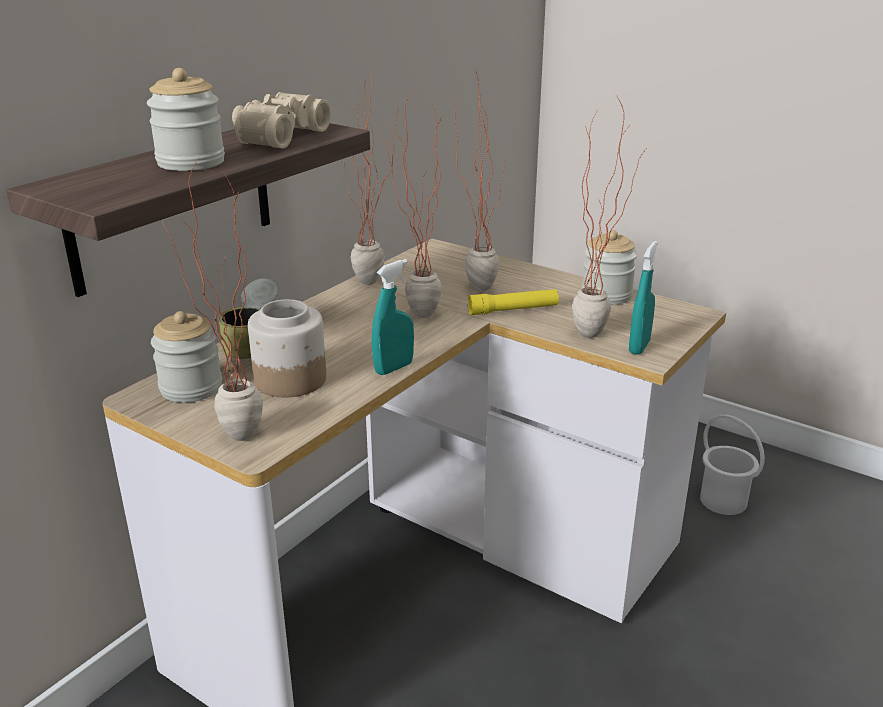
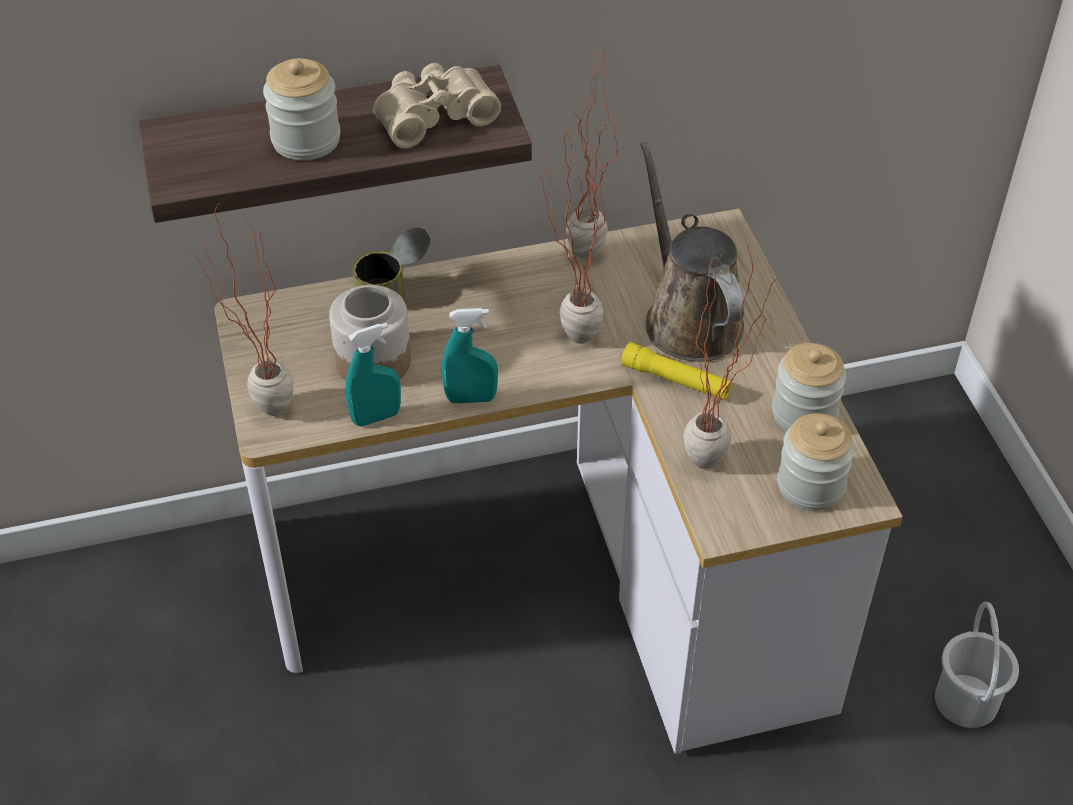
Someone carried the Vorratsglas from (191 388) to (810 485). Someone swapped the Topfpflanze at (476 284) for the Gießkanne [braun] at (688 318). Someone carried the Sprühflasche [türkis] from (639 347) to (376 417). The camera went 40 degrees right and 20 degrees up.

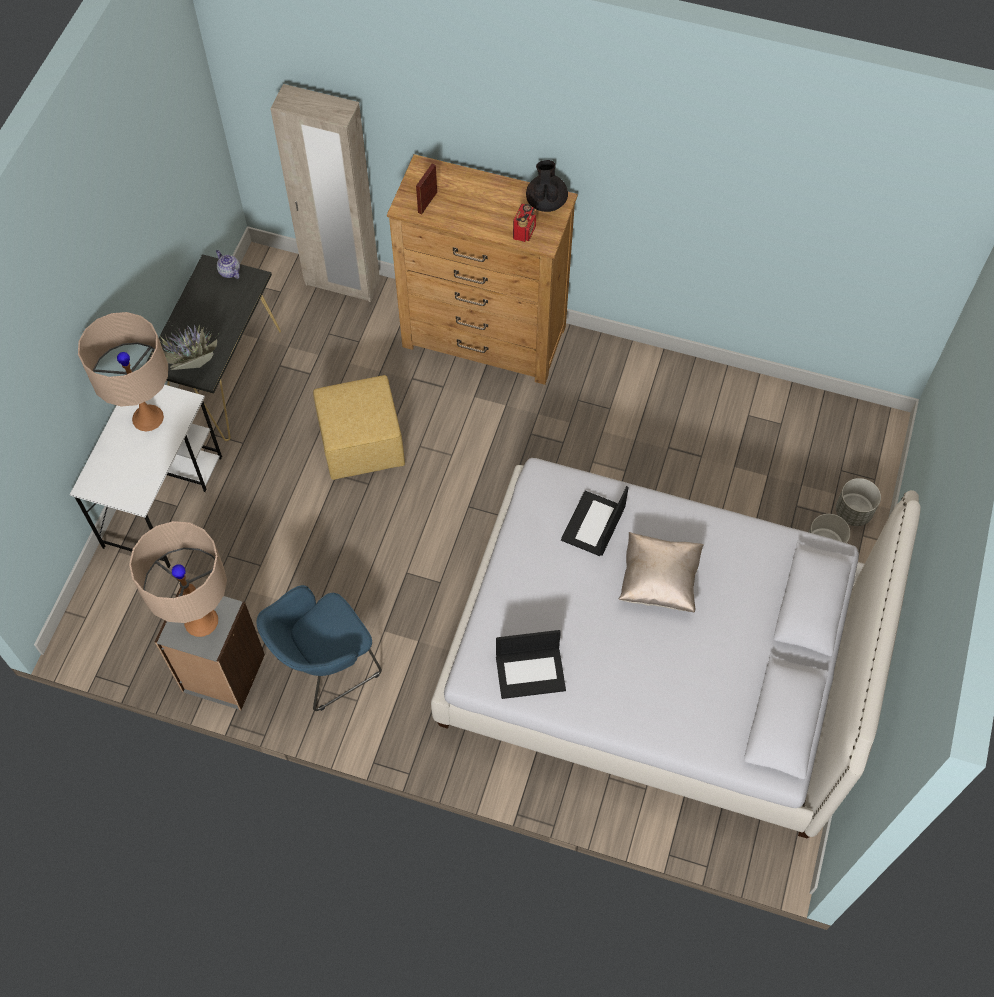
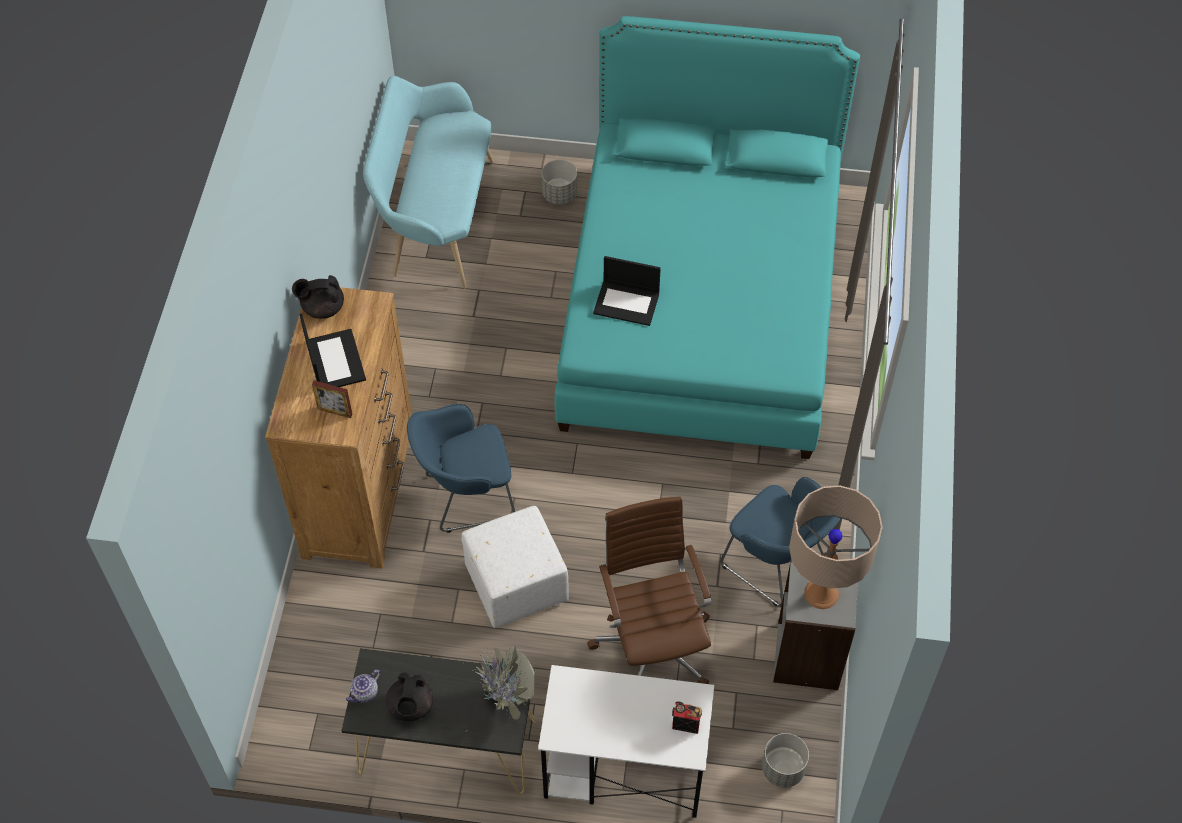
Someone took away the Tischlampe [beige] at (147 417). Someone took away the Kleiderschrank [beige] at (342 283). Someone repainted the Polsterhocker [gelb] at (362 443), which became the Polsterhocker [weiß] at (515 584). Someone repainted the Bett [weiß] at (656 660), which became the Bett [türkis] at (700 304). Someone carried the Laptop from (531 672) to (334 360). Someone carried the Radio from (524 232) to (685 723). Someone took away the Kissen [beige] at (659 581). Someone carried the Pflanzkübel [grau] from (853 512) to (783 769). Someone put down the Bank [türkis] at (436 219). Someone put down the Teekanne [schwarz] at (410 706). Someone put down the Sessel [blau] at (465 496). Someone put down the Bürostuhl [braun] at (653 644). The camera went 100 degrees left and 5 degrees down.

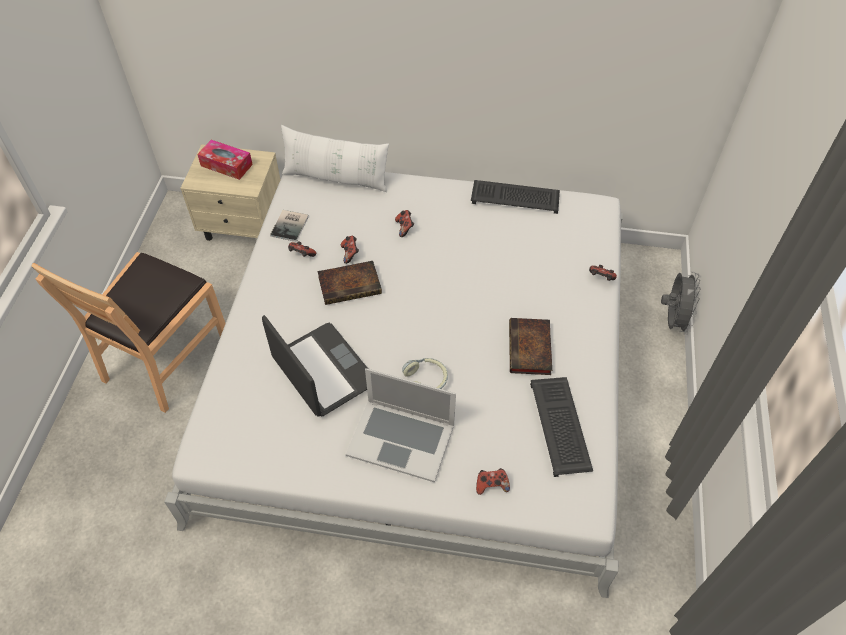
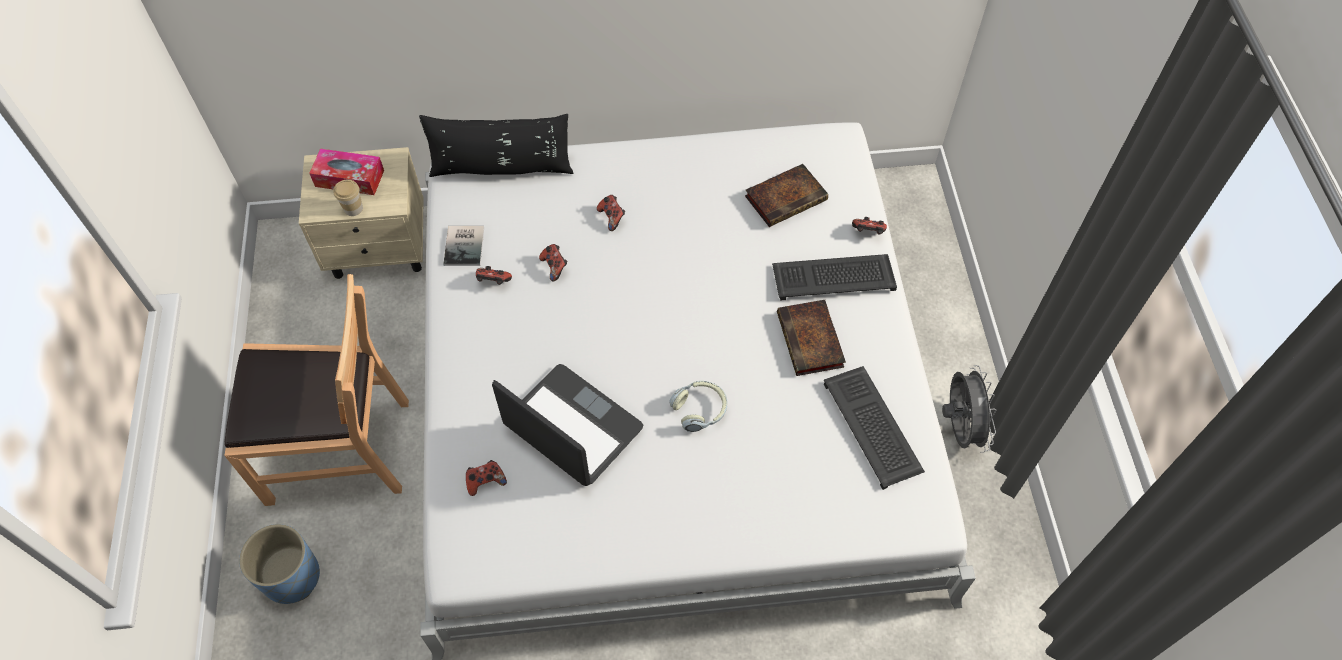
Someone rotated the Stuhl [braun] at (165 357) by 105 degrees counterclockwise. Someone repainted the Kissen [weiß] at (336 178), which became the Kissen [schwarz] at (502 167). Someone carried the Buch from (351 284) to (787 197). Someone took away the Laptop at (401 439). Someone carried the Tastatur from (516 197) to (834 277). Someone carried the Gamepad from (491 485) to (485 481). Someone carried the Ventilator [grau] from (672 320) to (959 428). Someone put down the Pflanzkübel [blau] at (291 576). Someone put down the Tasse at (353 208). The camera went 15 degrees left and 5 degrees up.

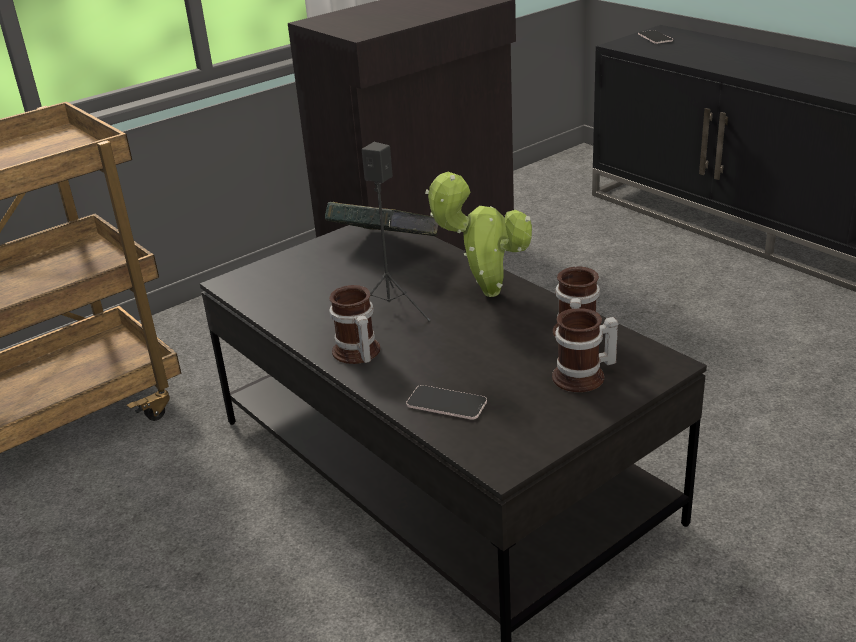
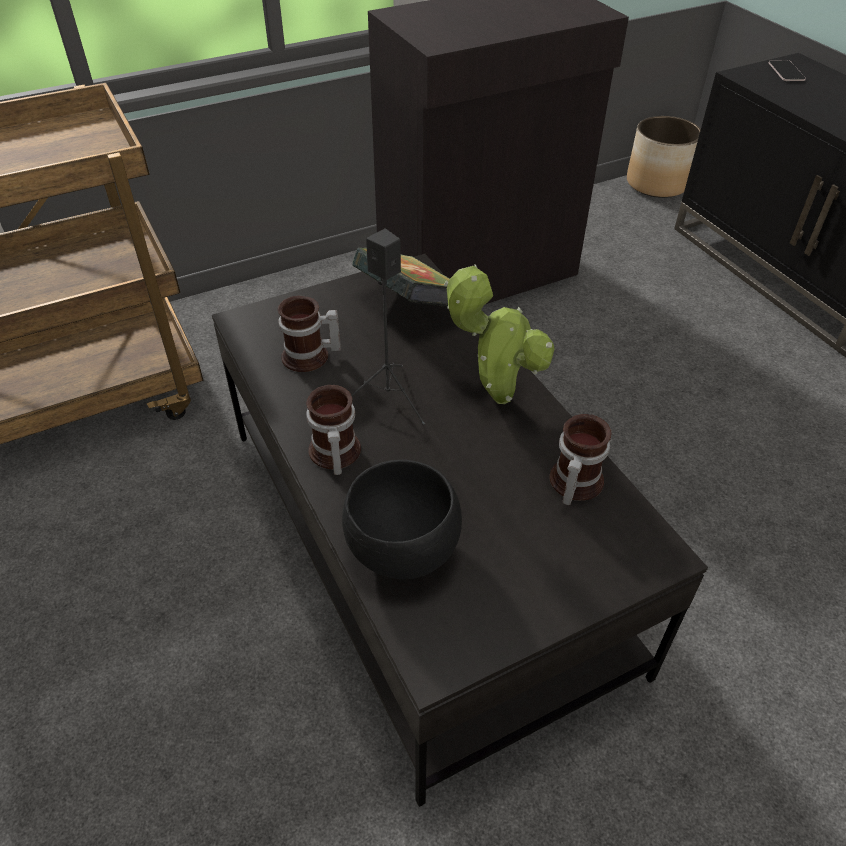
Someone swapped the Handy at (446 403) for the Schüssel [schwarz] at (403 553). Someone carried the Henkelbecher from (584 377) to (310 358). Someone put down the Pflanzkübel at (657 183). The camera went 10 degrees right and 15 degrees up.

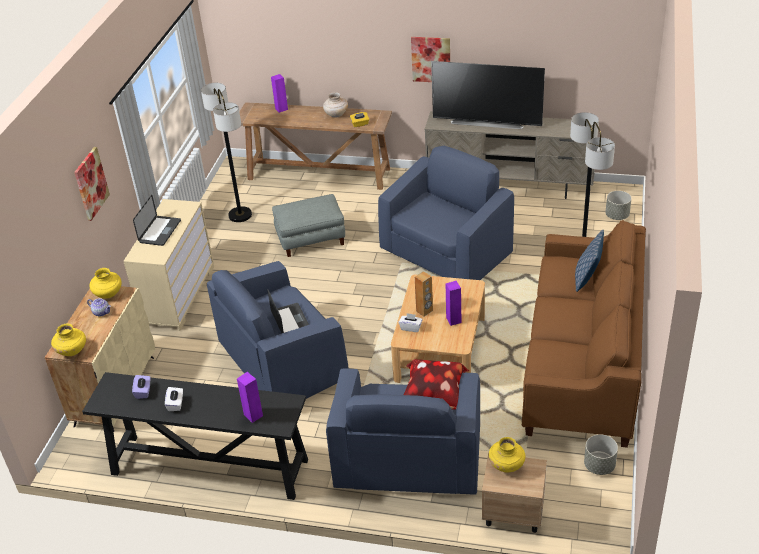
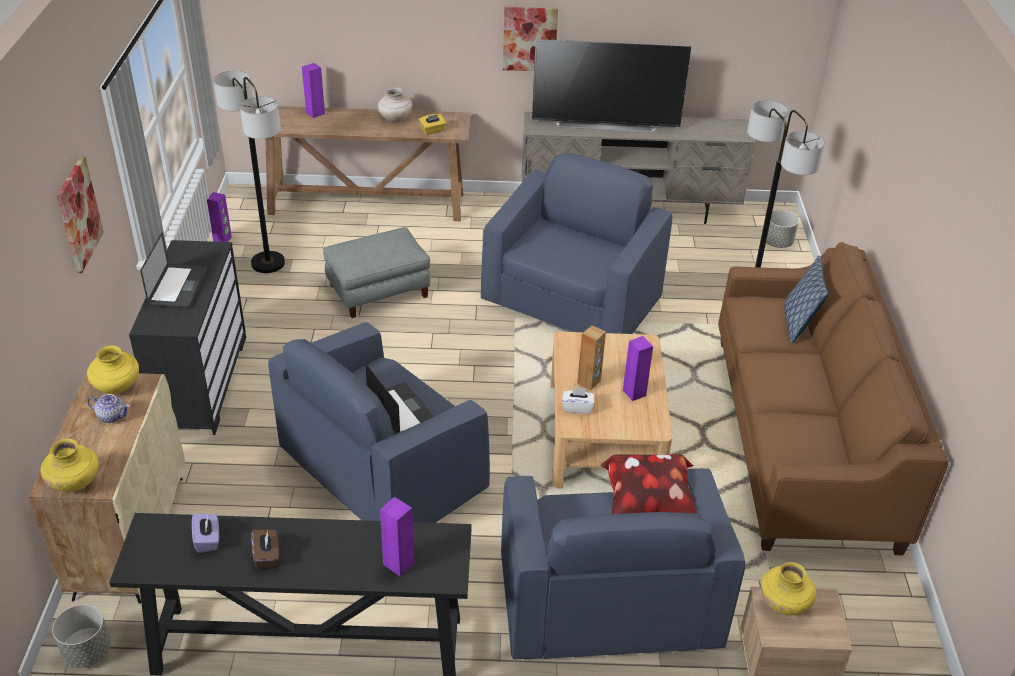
Someone repainted the Kommode [beige] at (178 295), which became the Kommode [schwarz] at (201 382). Someone repainted the Taschentuchbox [weiß] at (176 404), which became the Taschentuchbox [braun] at (267 556). Someone carried the Pflanzkübel [grau] from (599 466) to (87 651). Someone put down the Lautsprecher [lila] at (222 239). The camera went 15 degrees left and 0 degrees up.

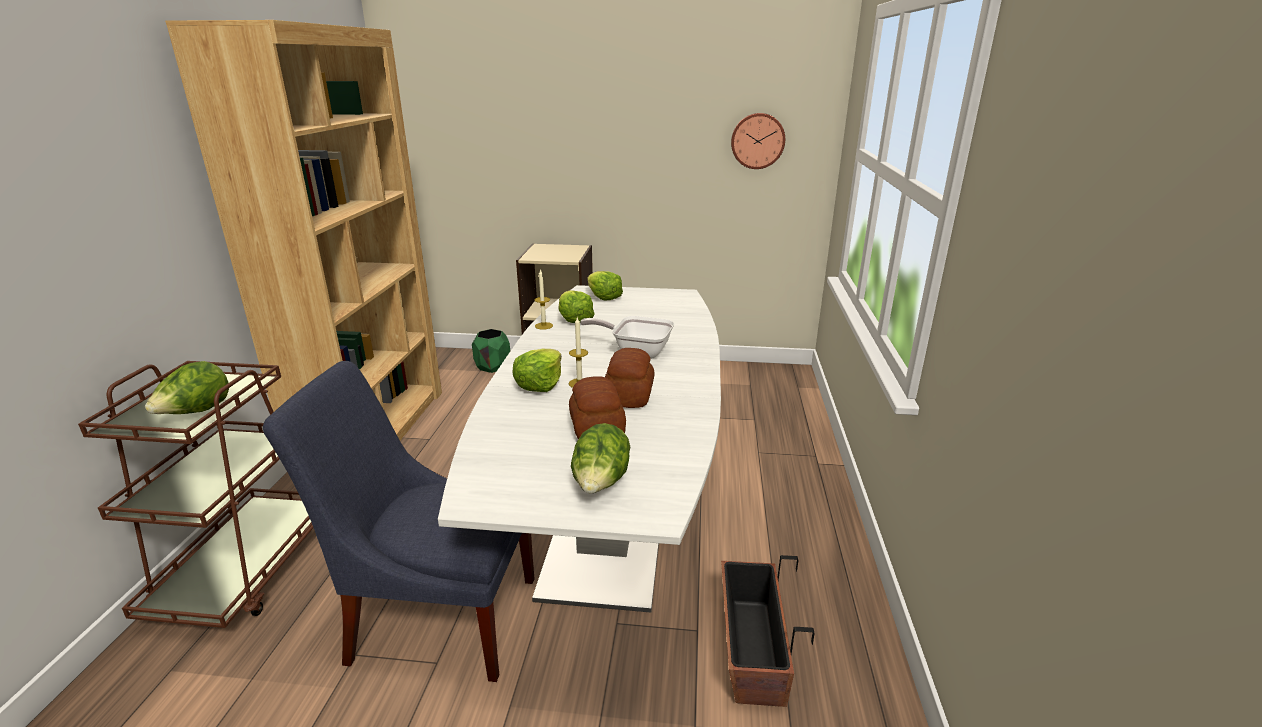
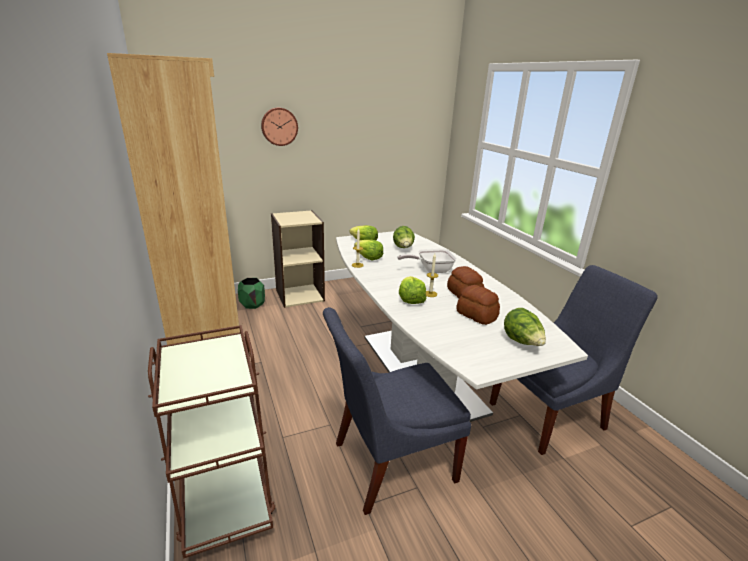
Someone carried the Salatkopf from (196 413) to (403 248). Someone swapped the Pflanzkübel at (752 650) for the Stuhl [blau] at (550 414). Someone carried the Wanduhr from (757 141) to (279 126). The camera went 30 degrees left and 0 degrees up.

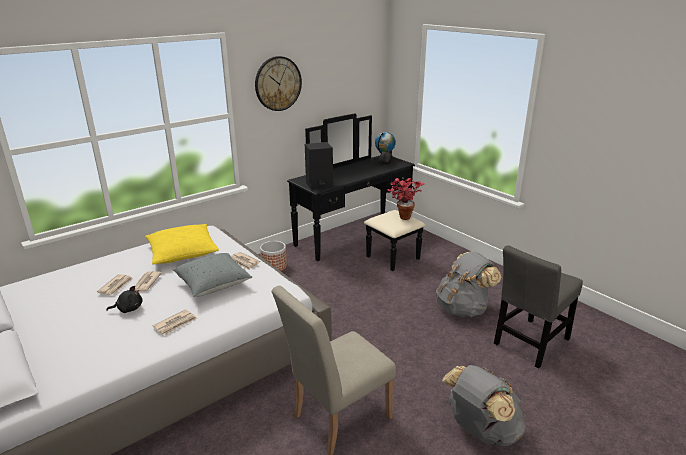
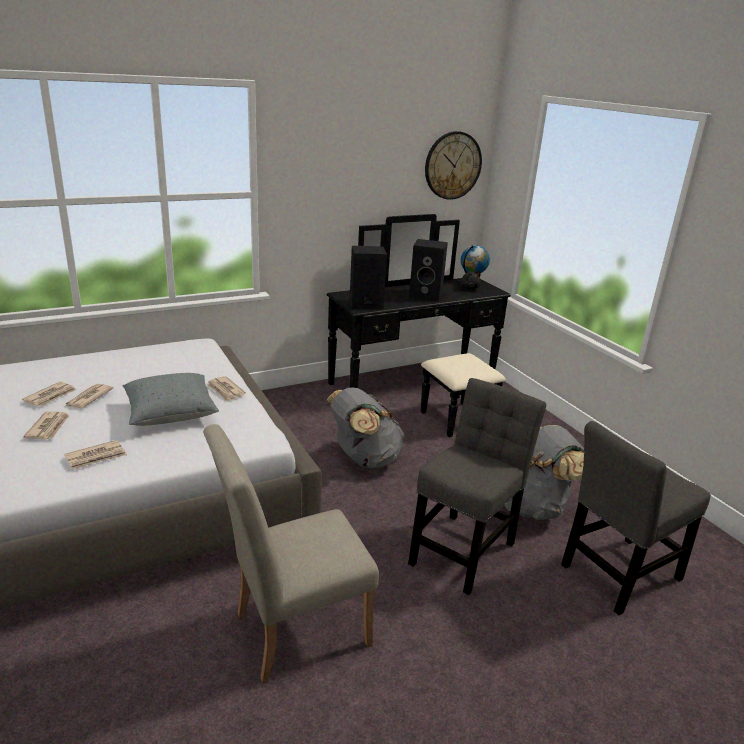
Someone swapped the Plüschtier [schwarz] at (128 309) for the Zeitung at (49 427). Someone took away the Kissen [gelb] at (182 251). Someone carried the Wanduhr from (278 83) to (452 165). Someone took away the Pflanzkübel at (274 266). Someone took away the Topfpflanze at (403 216). Someone carried the Rucksack [grau] from (480 430) to (364 459). Someone put down the Stuhl [grau] at (464 549). Someone put down the Lautsprecher [schwarz] at (426 295). The camera went 10 degrees right and 0 degrees up.

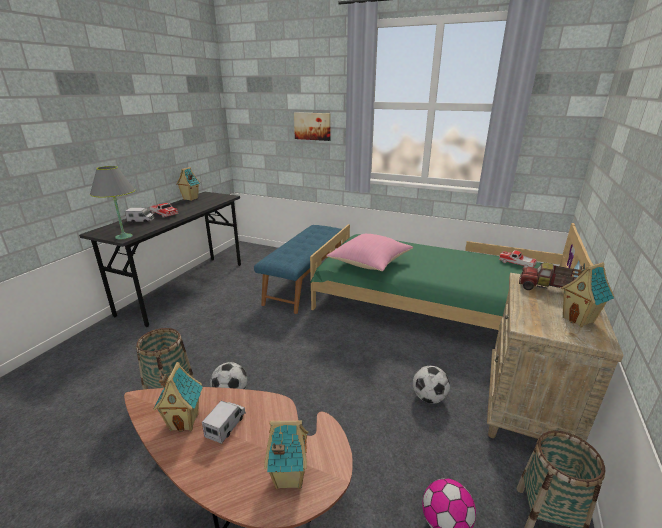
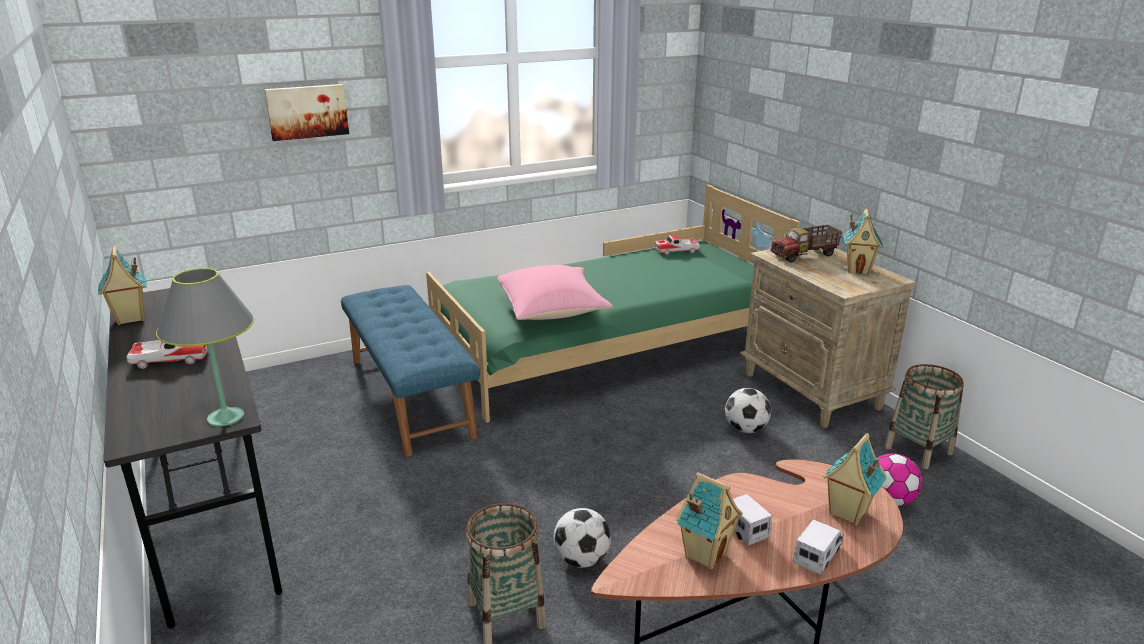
Someone carried the Spielzeuglaster from (141 221) to (817 555). The camera went 50 degrees left and 0 degrees up.

